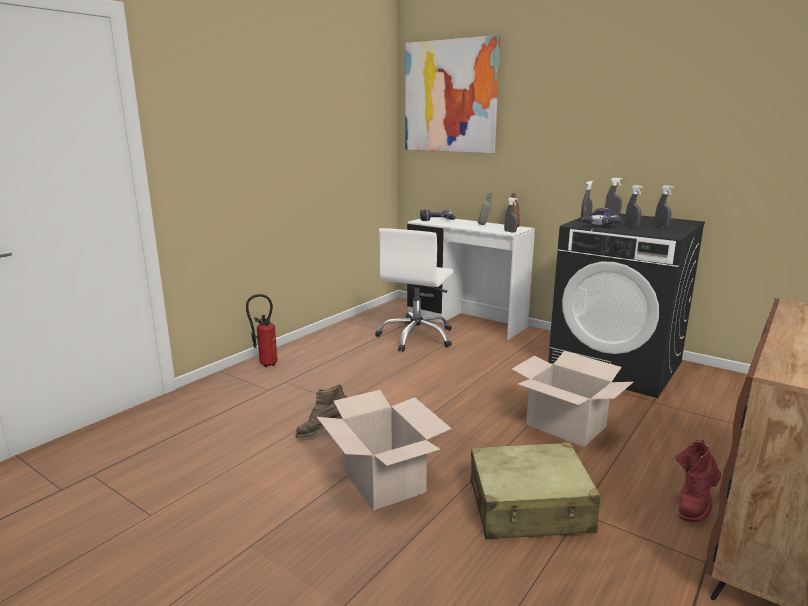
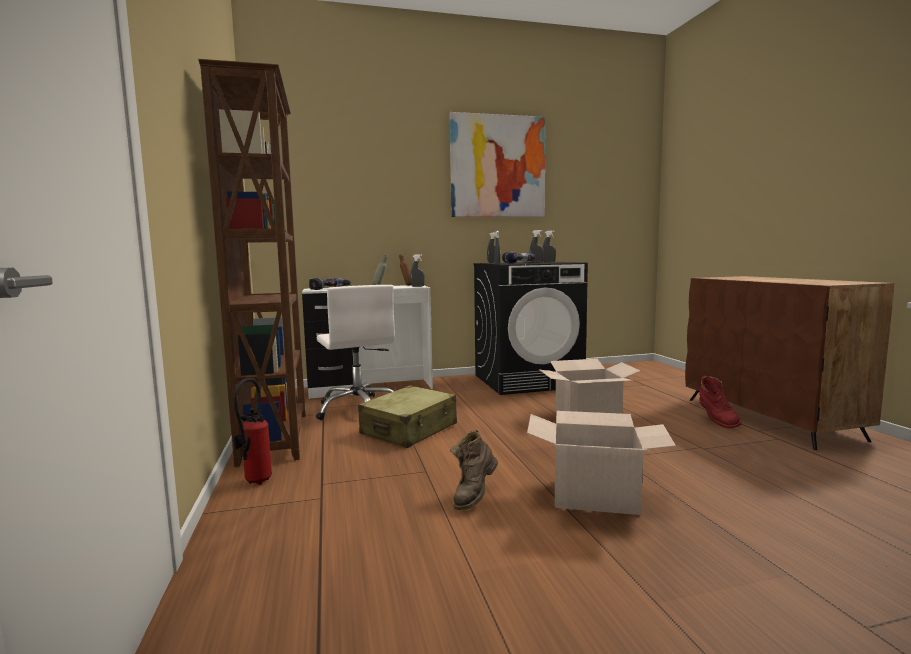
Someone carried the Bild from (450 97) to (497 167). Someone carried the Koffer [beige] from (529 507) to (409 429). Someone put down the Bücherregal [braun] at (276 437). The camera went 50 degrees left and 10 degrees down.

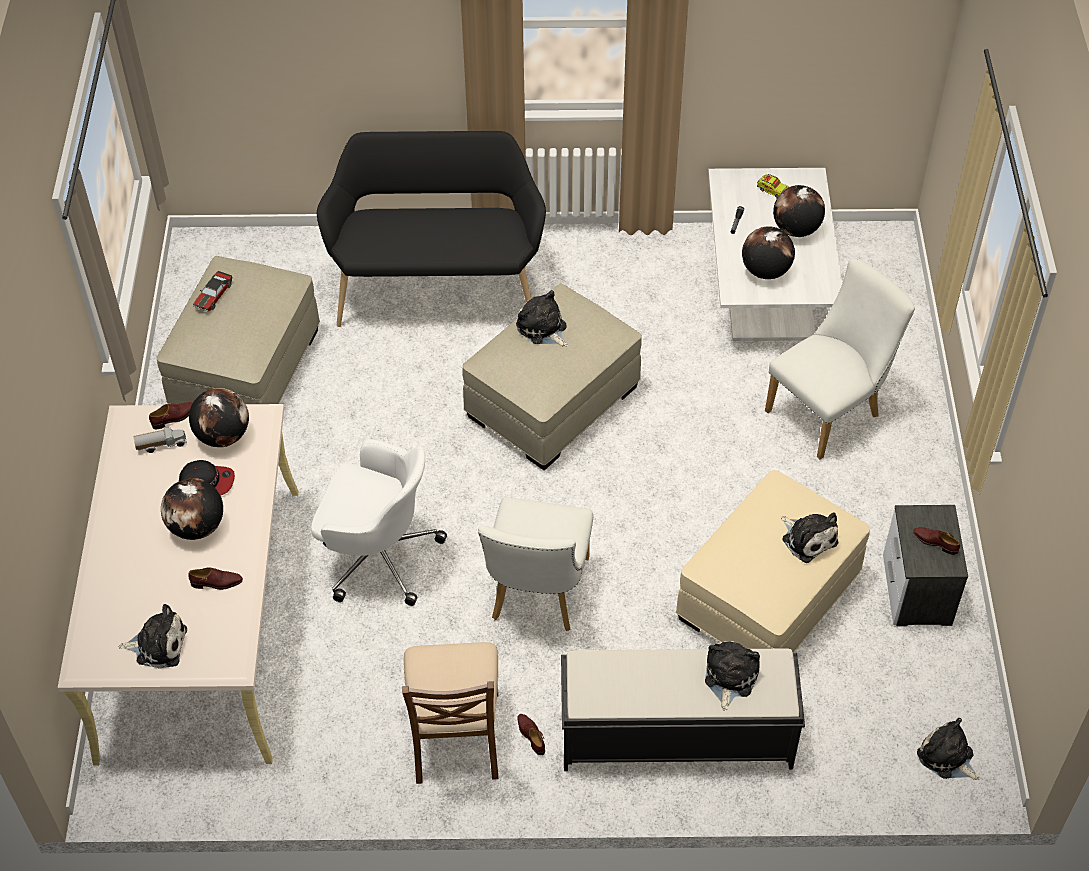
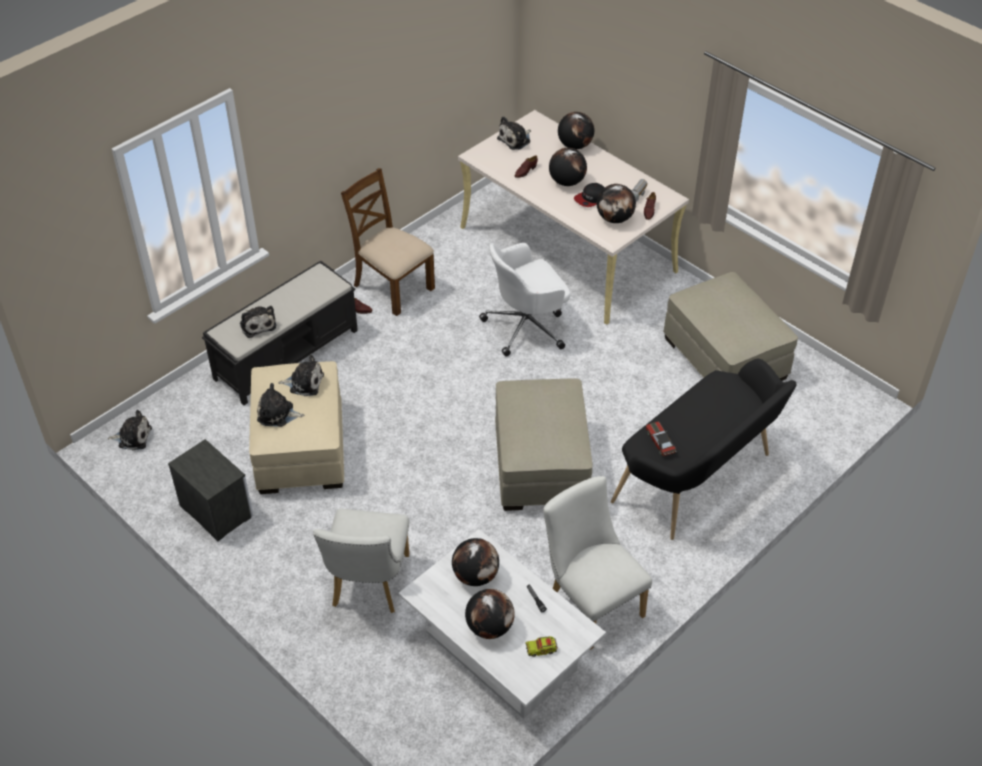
Someone carried the Spielzeugauto from (213 295) to (660 442). Someone carried the Stuhl [weiß] from (537 595) to (591 602). Someone carried the Plüschtier from (543 328) to (304 383). Someone took away the Schuh [braun] at (935 542). Someone put down the Globus at (575 145). The camera went 135 degrees right and 5 degrees down.

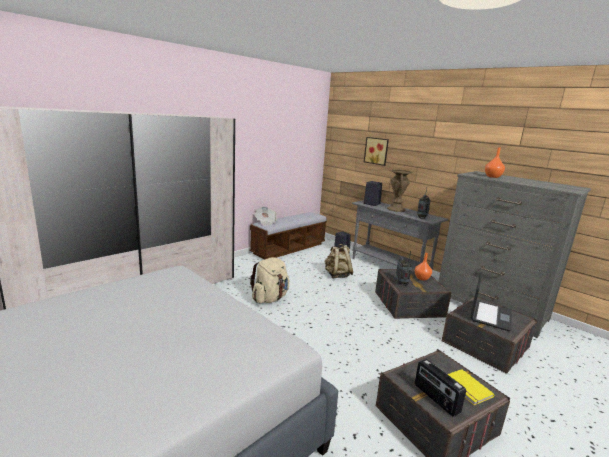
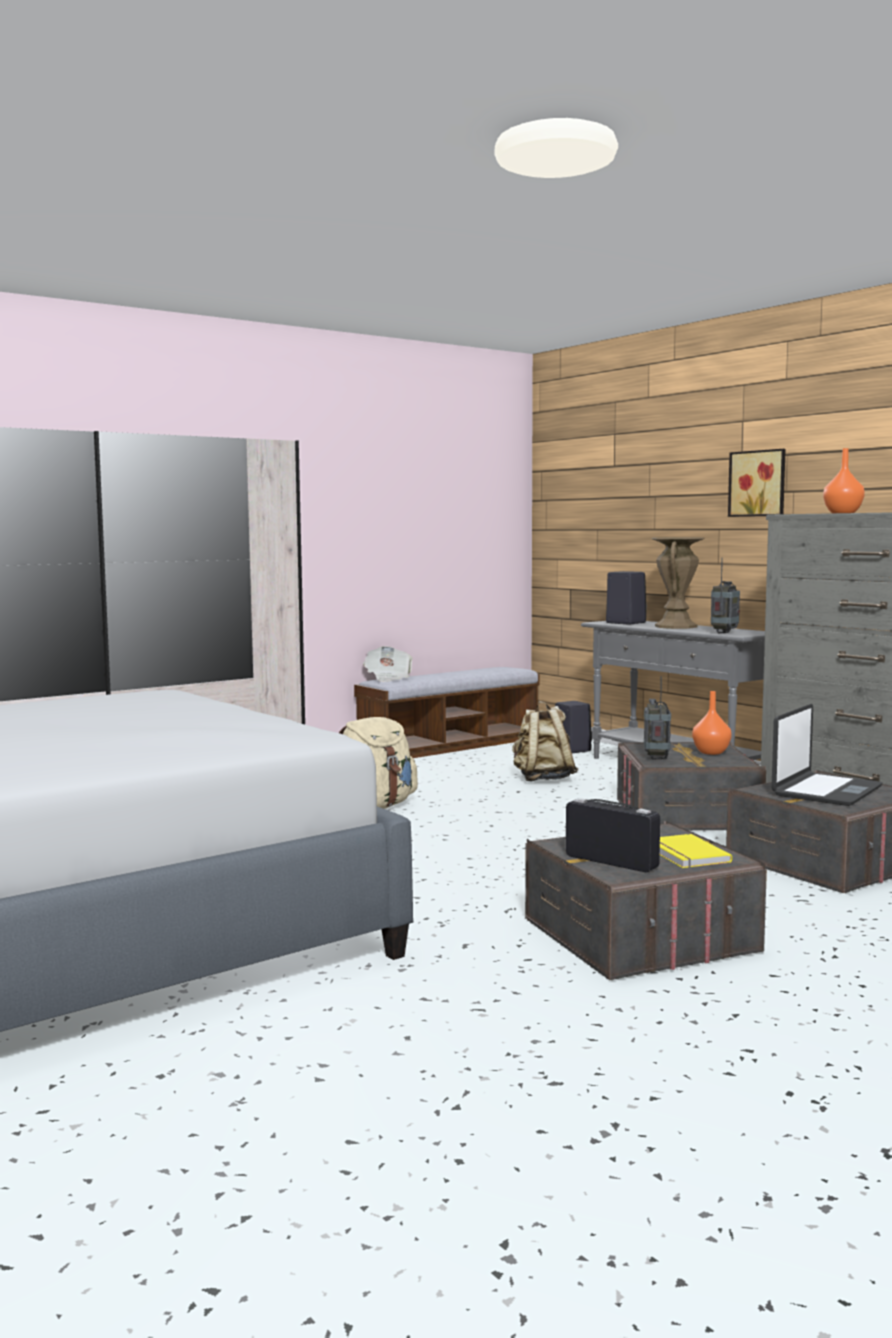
Someone carried the Bild from (376 151) to (759 483). Someone rotated the Radio at (435 398) by 150 degrees clockwise. The camera went 10 degrees right and 10 degrees down.

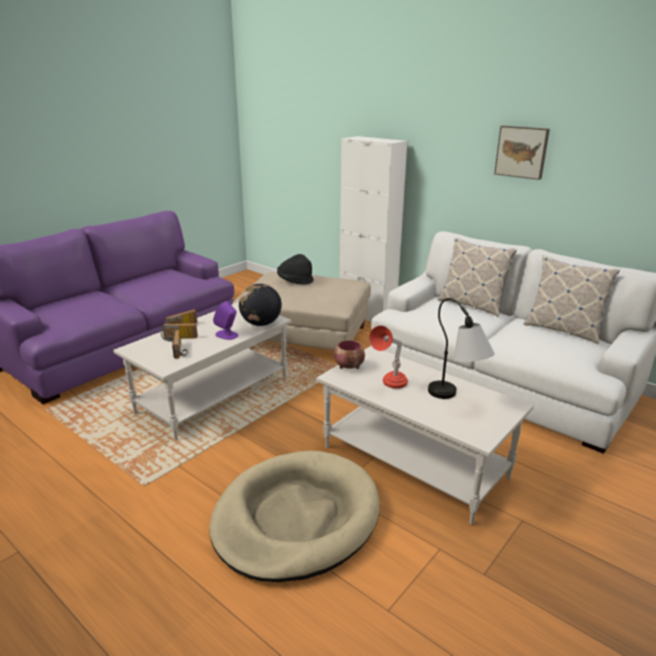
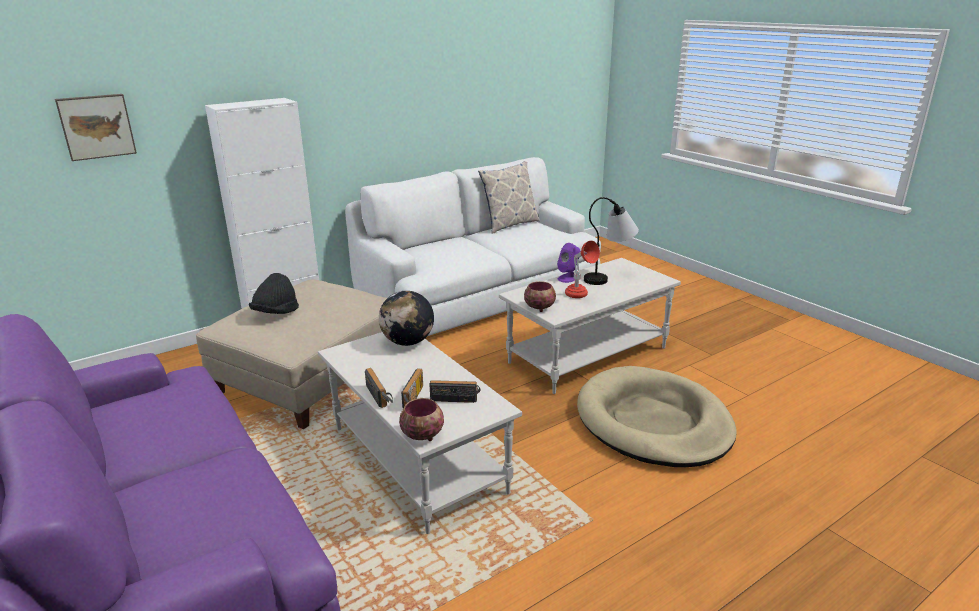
Someone carried the Lautsprecher [lila] from (227 335) to (568 278). Someone took away the Kissen at (471 305). Someone carried the Bild from (522 152) to (96 126). Someone put down the Schüssel at (422 435). The camera went 75 degrees left and 0 degrees up.

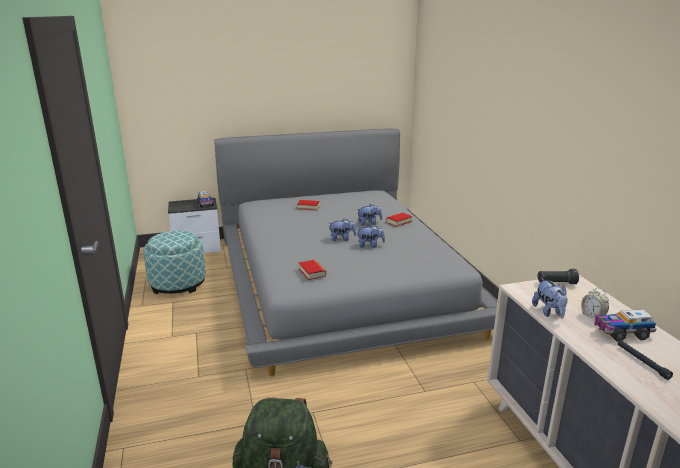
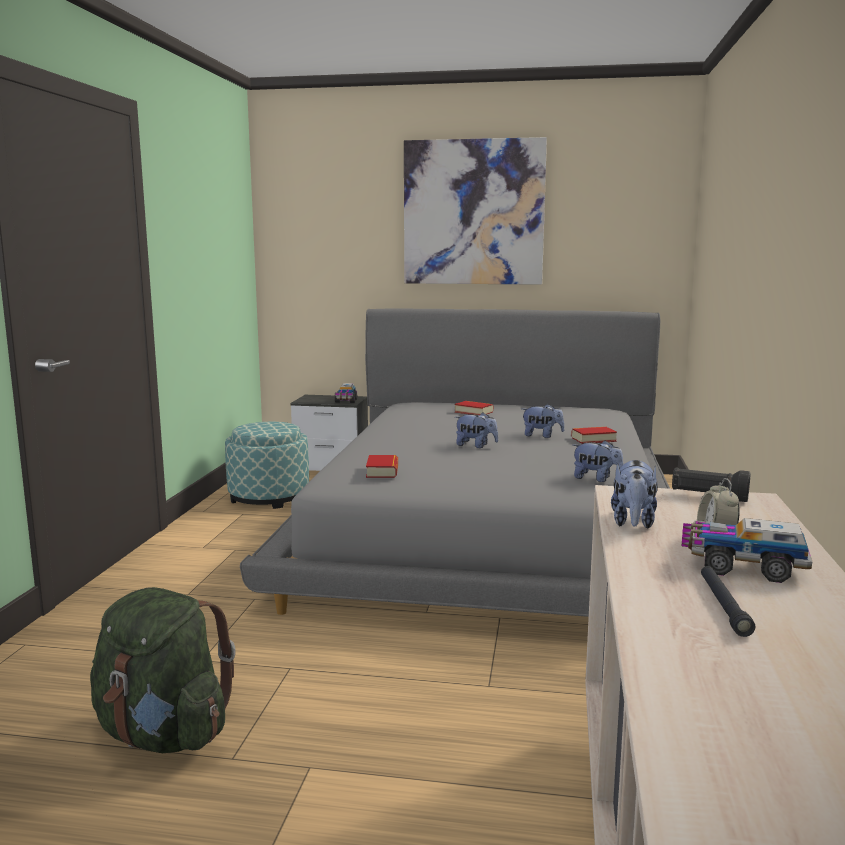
Someone carried the Plüschtier from (370 245) to (596 479). Someone put up the Bild at (473 212). The camera went 25 degrees right and 10 degrees down.

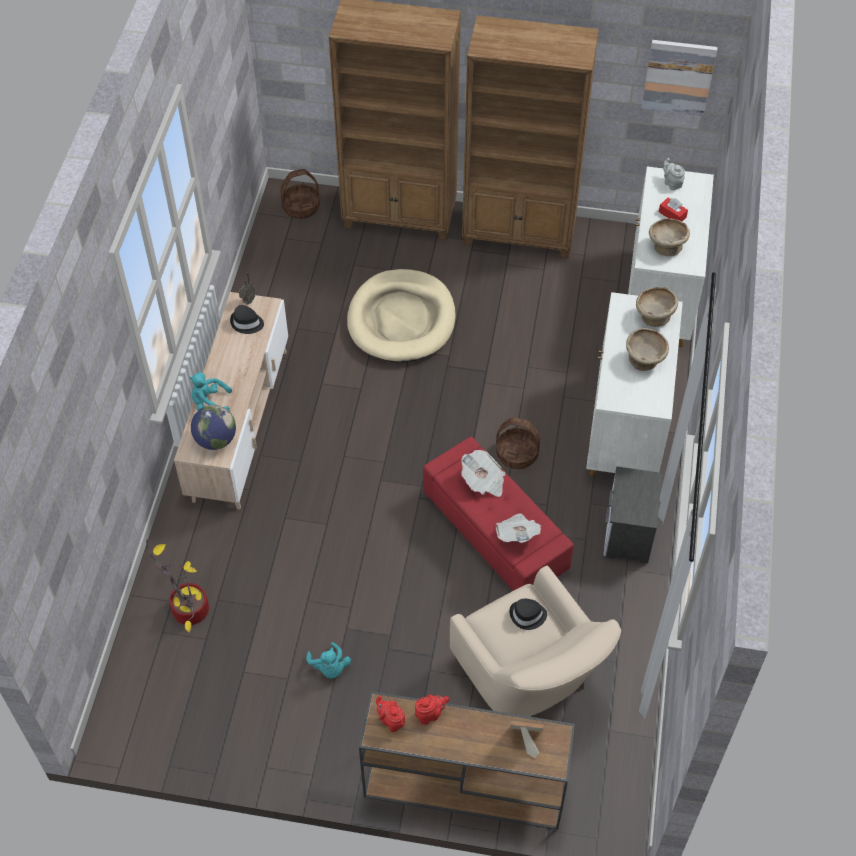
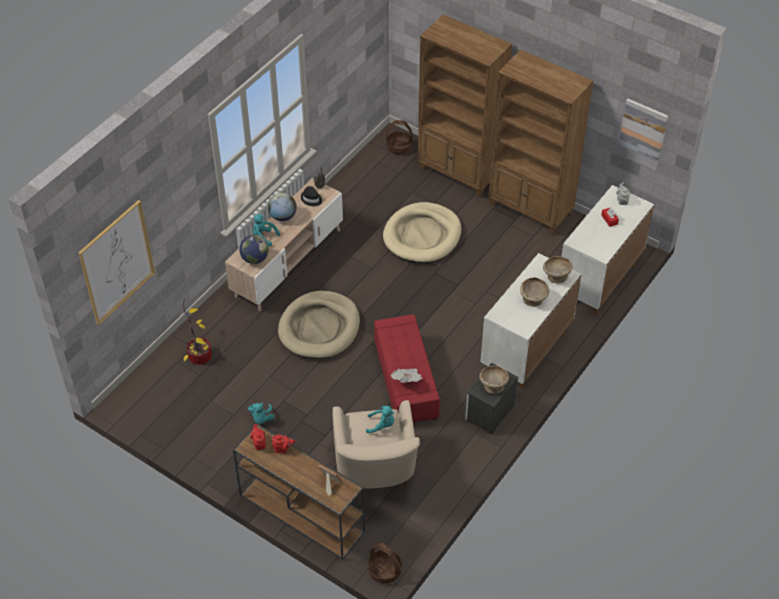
Someone took away the Zeitung at (483 481). Someone carried the Korb from (516 454) to (384 570). Someone swapped the Hut [schwarz] at (527 616) for the Plüschtier [türkis] at (382 425). Someone carried the Schüssel [beige] from (666 247) to (493 386). Someone put up the Bild at (117 262). Someone put down the Globus at (283 217). Someone put down the Hundebett [beige] at (319 328). The camera went 25 degrees right and 5 degrees down.

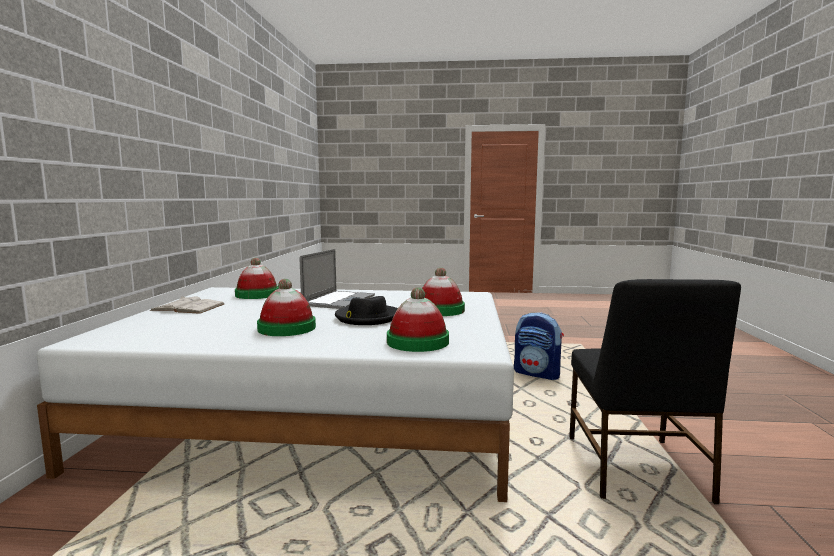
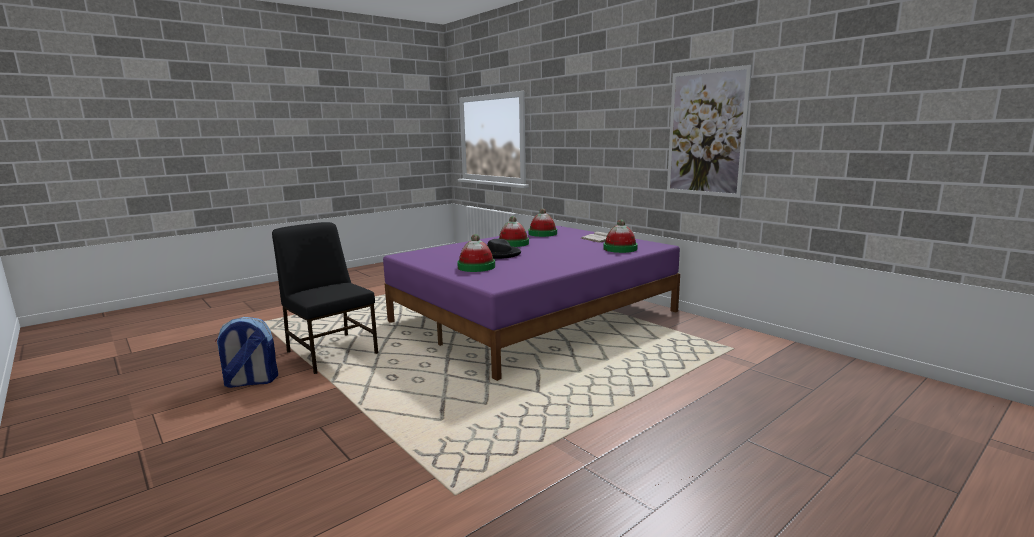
Someone repainted the Bett [weiß] at (318 412), which became the Bett [lila] at (535 316). Someone took away the Laptop at (339 300). Someone carried the Hut from (417 342) to (542 233). Someone carried the Rucksack from (537 374) to (250 382). Someone put up the Bild at (706 133). The camera went 135 degrees right and 5 degrees up.

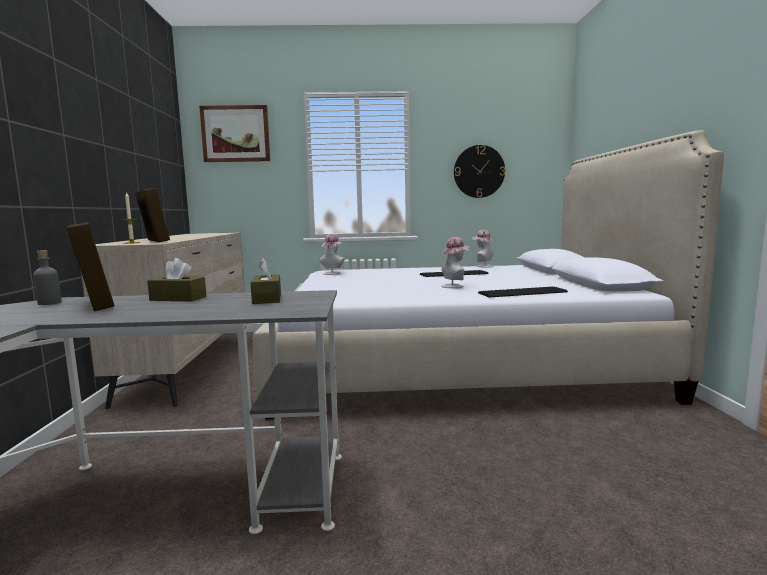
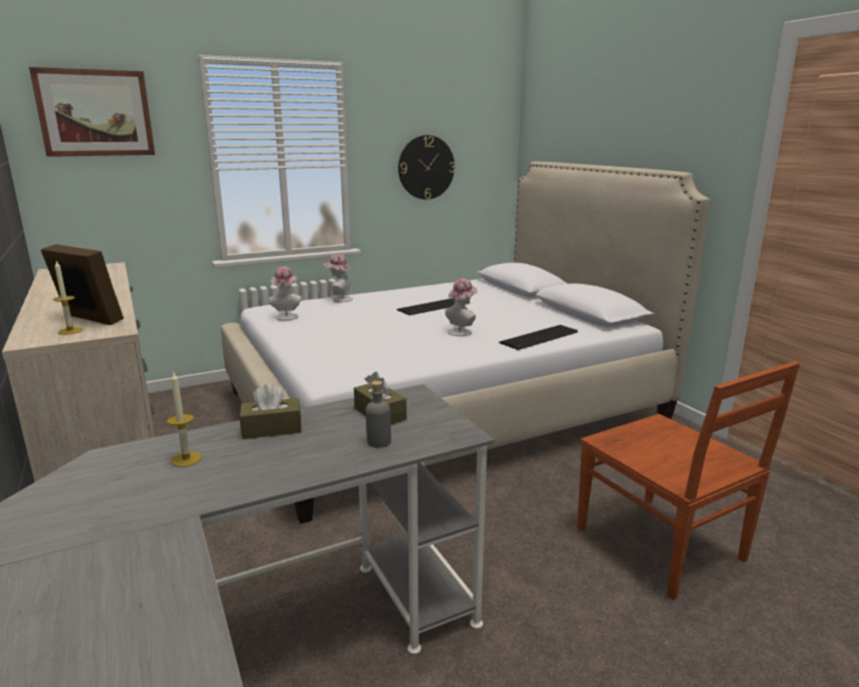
Someone carried the Flasche [grau] from (49 303) to (379 442). Someone swapped the Bilderrahmen at (95 304) for the Kerze at (186 459). Someone carried the Hut from (483 266) to (339 299). Someone put down the Stuhl [braun] at (662 546). The camera went 25 degrees left and 10 degrees up.

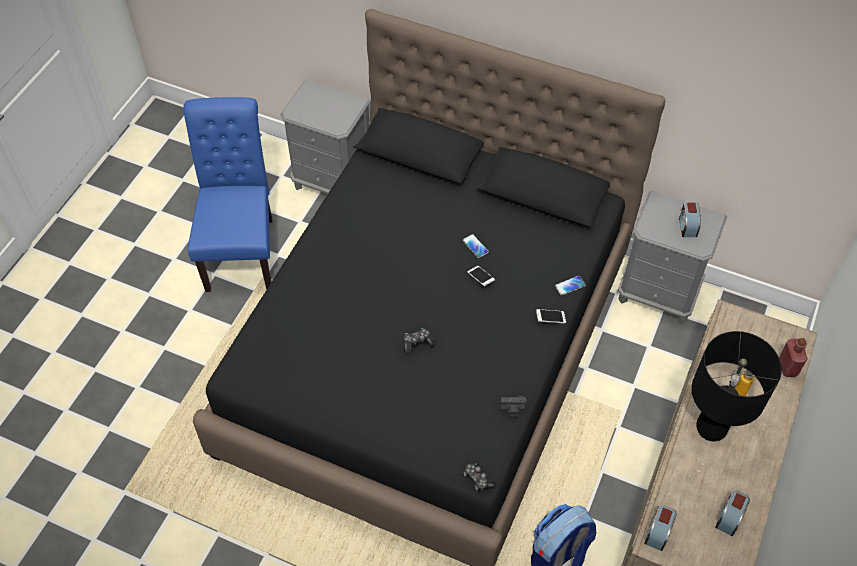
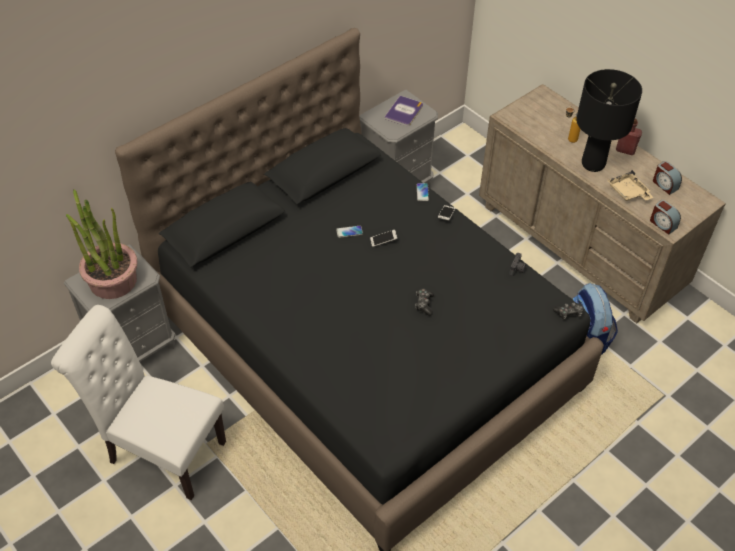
Someone repainted the Stuhl [blau] at (242 248), which became the Stuhl [weiß] at (161 450). Someone swapped the Wecker at (687 226) for the Buch at (404 111). Someone carried the Flasche [rot] from (787 367) to (625 150). Someone put down the Topfpflanze at (112 280). Someone put down the Tablett [beige] at (628 192). The camera went 65 degrees left and 5 degrees down.

